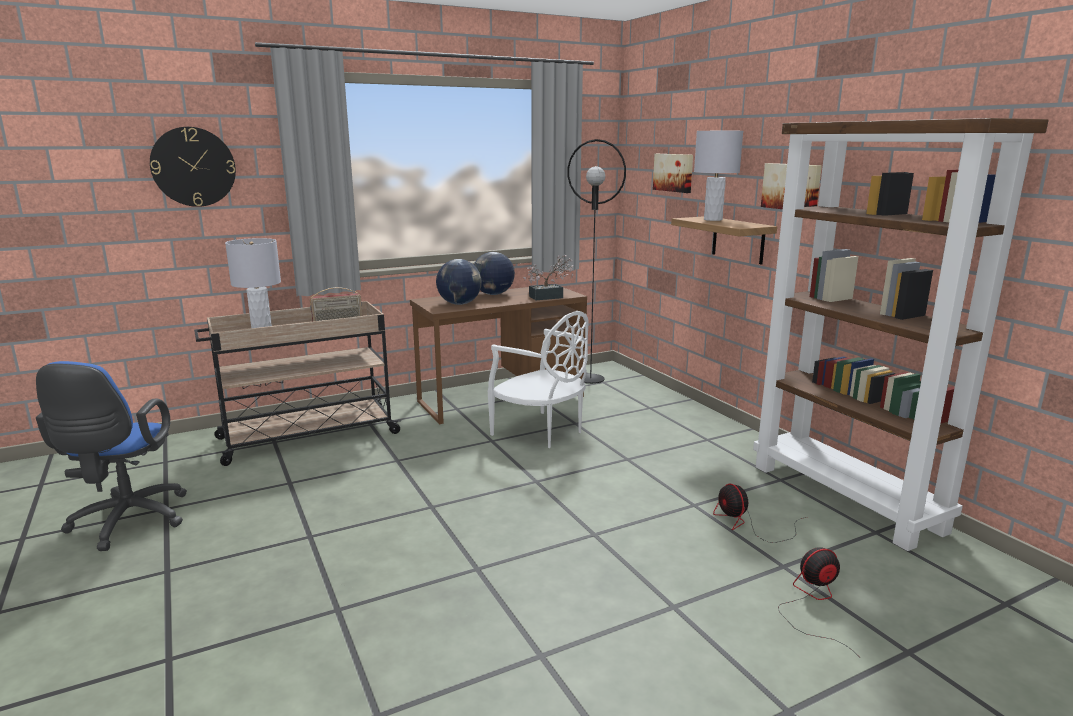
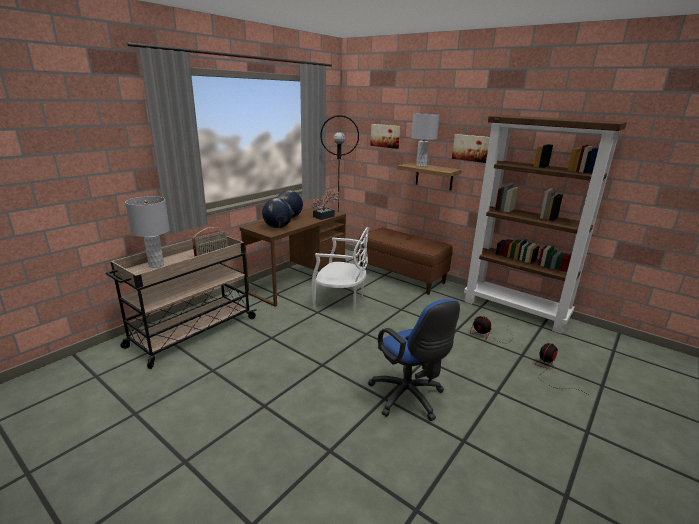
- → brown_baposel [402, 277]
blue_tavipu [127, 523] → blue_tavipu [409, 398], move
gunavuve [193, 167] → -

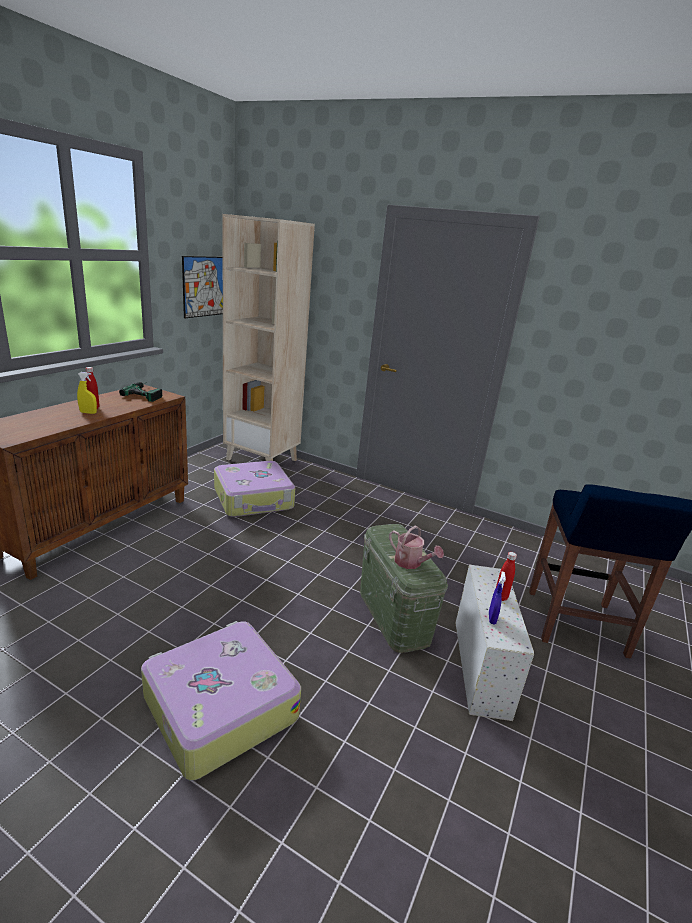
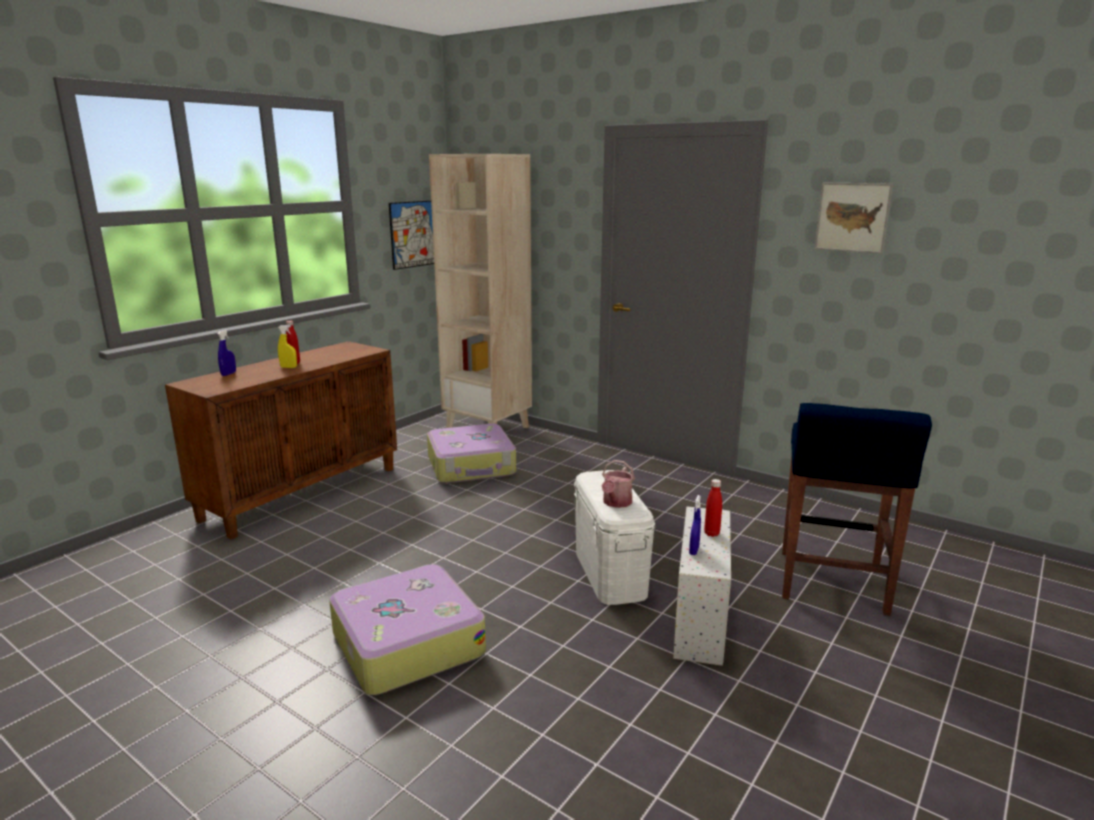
- → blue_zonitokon [228, 374]
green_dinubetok [394, 616] → white_dinubetok [610, 573]
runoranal [411, 563] → runoranal [616, 503], 60 degrees clockwise
- → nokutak [852, 217]
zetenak [147, 393] → -

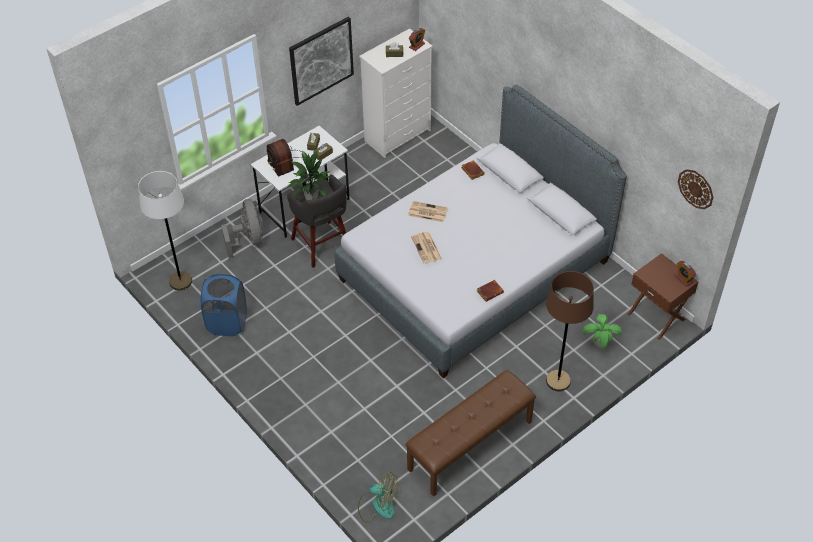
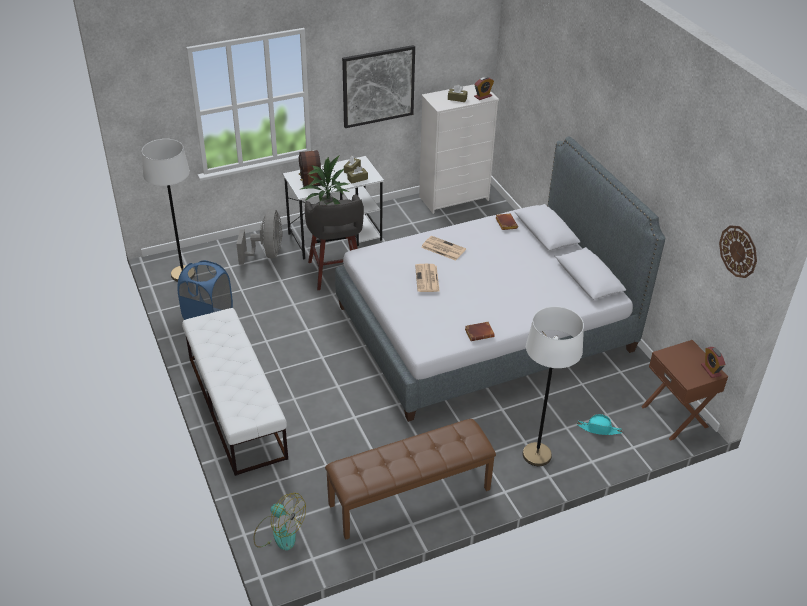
- → white_baposel [236, 406]
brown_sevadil [558, 381] → white_sevadil [537, 455]
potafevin [600, 344] → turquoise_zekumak [599, 429]

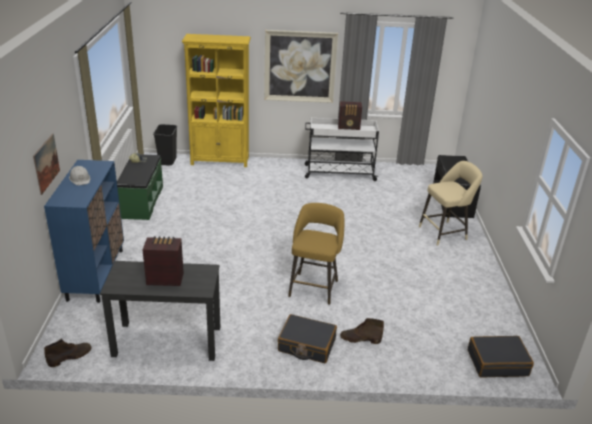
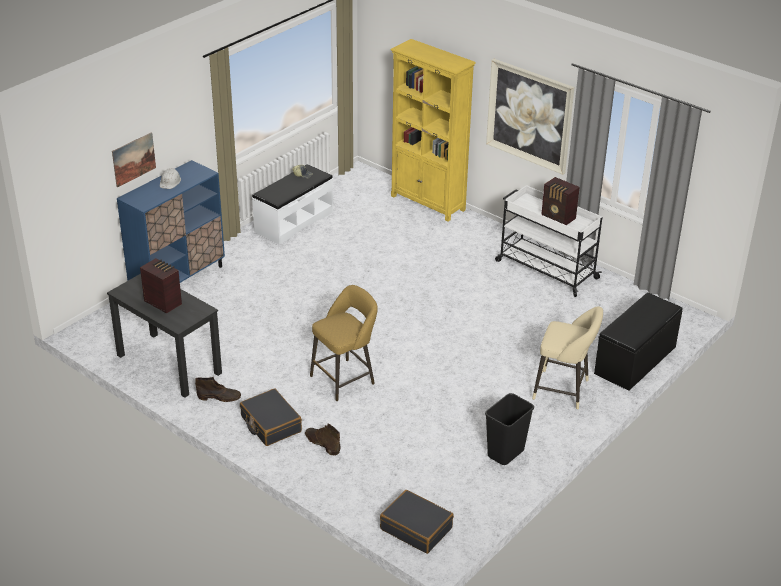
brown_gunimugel [70, 356] → brown_gunimugel [219, 397], move
green_baposel [141, 202] → white_baposel [293, 221]
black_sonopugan [168, 161] → black_sonopugan [506, 454], move

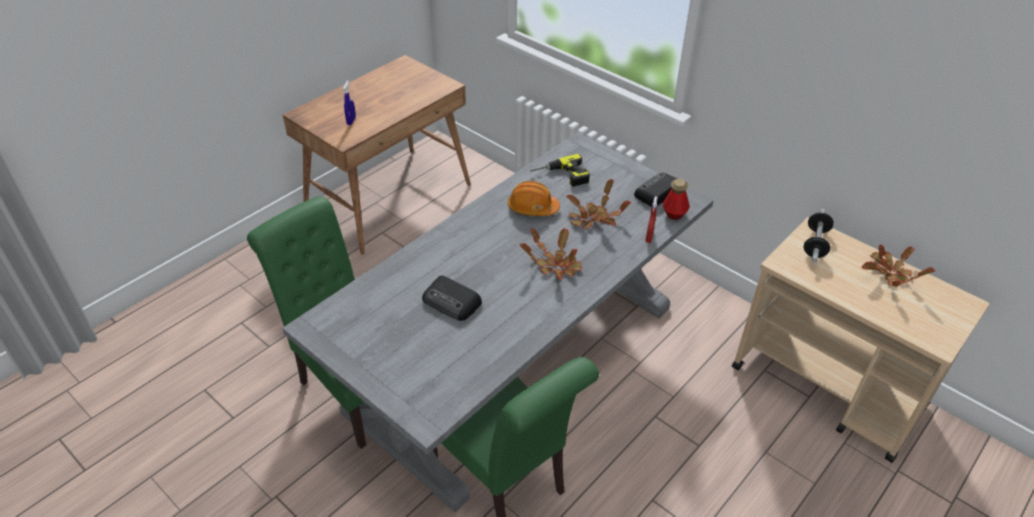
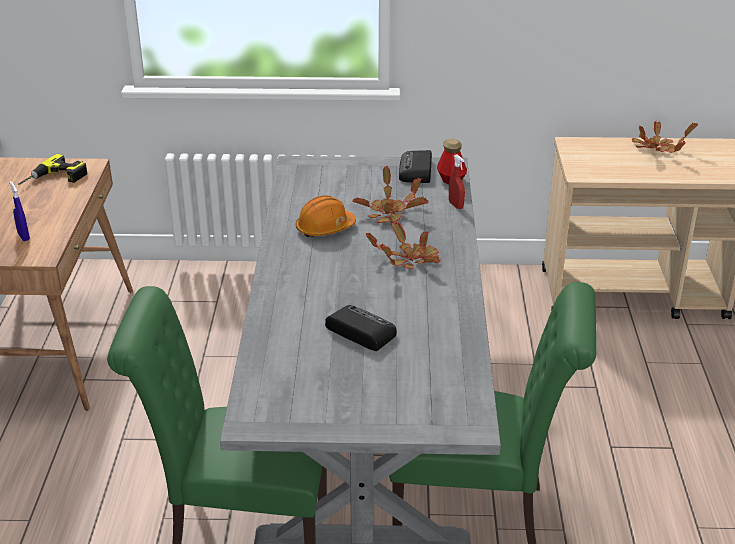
zetenak [561, 176] → zetenak [54, 179], move
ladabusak [452, 302] → ladabusak [360, 331], 135 degrees counterclockwise
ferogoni [815, 244] → -

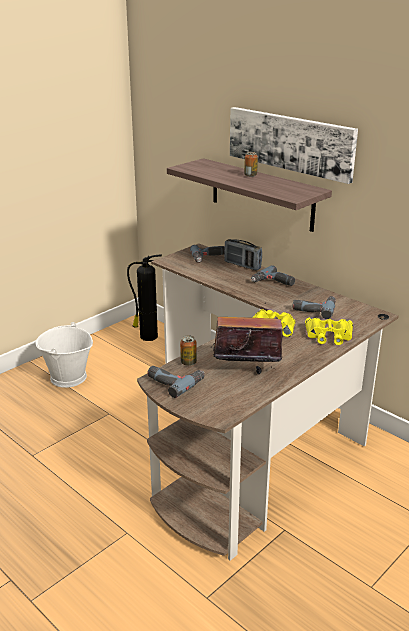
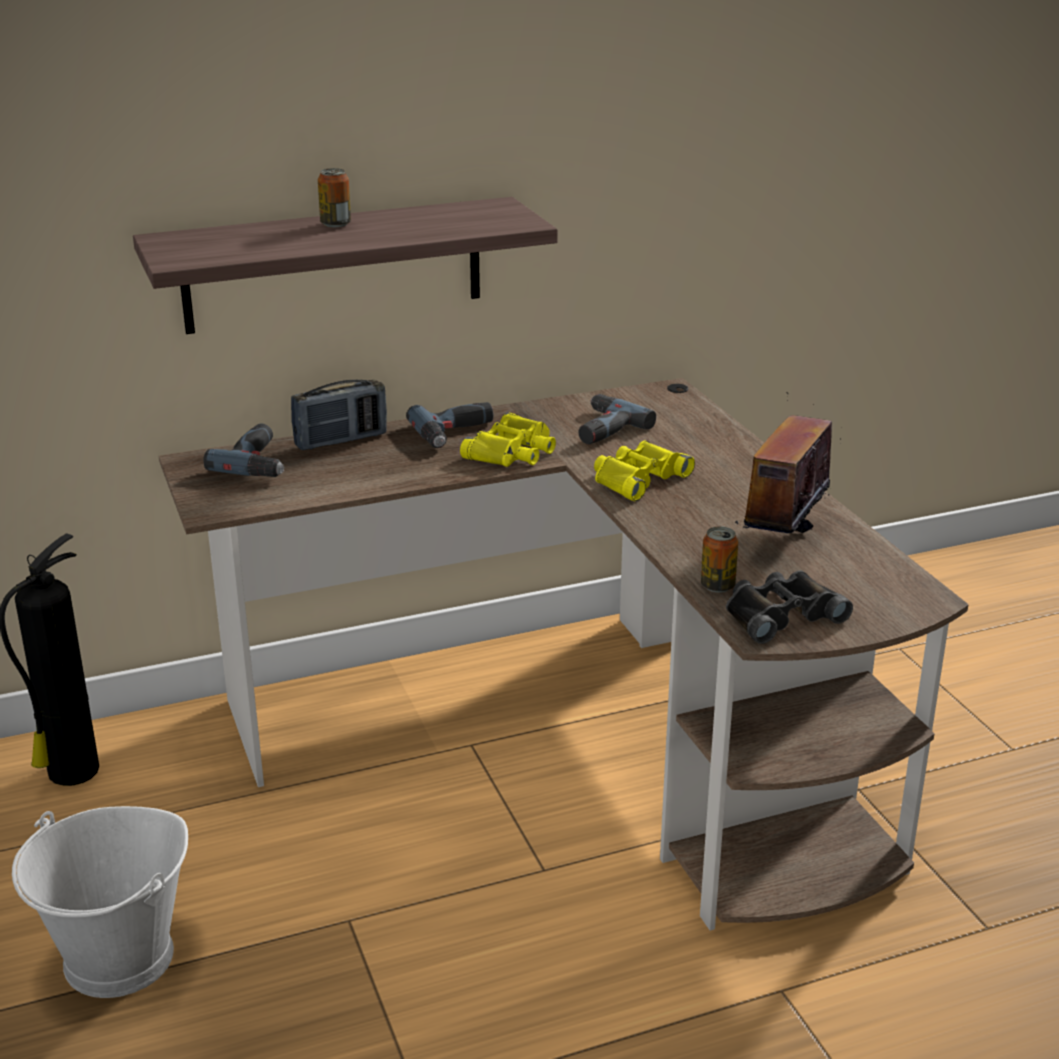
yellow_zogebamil [329, 335] → yellow_zogebamil [513, 451], move
zetenak [175, 381] → black_zogebamil [780, 614]
nokutak [290, 142] → -

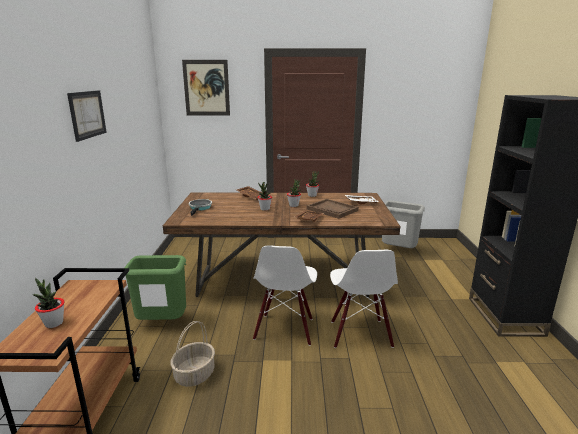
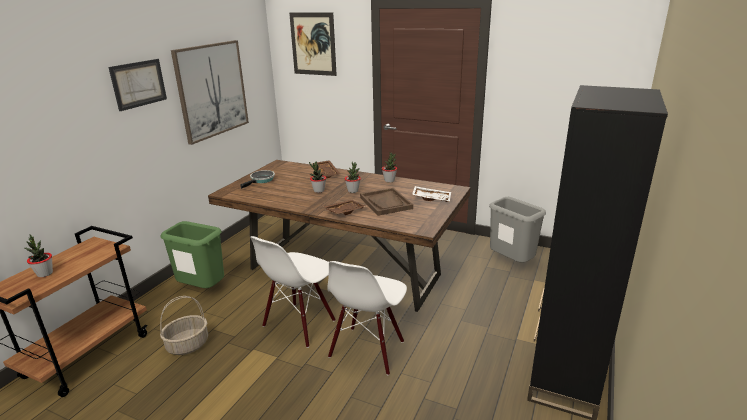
- → nokutak [212, 90]

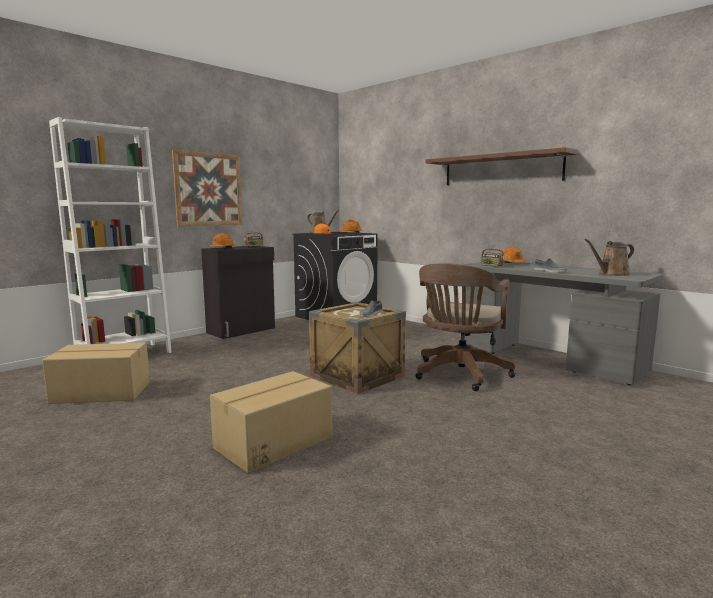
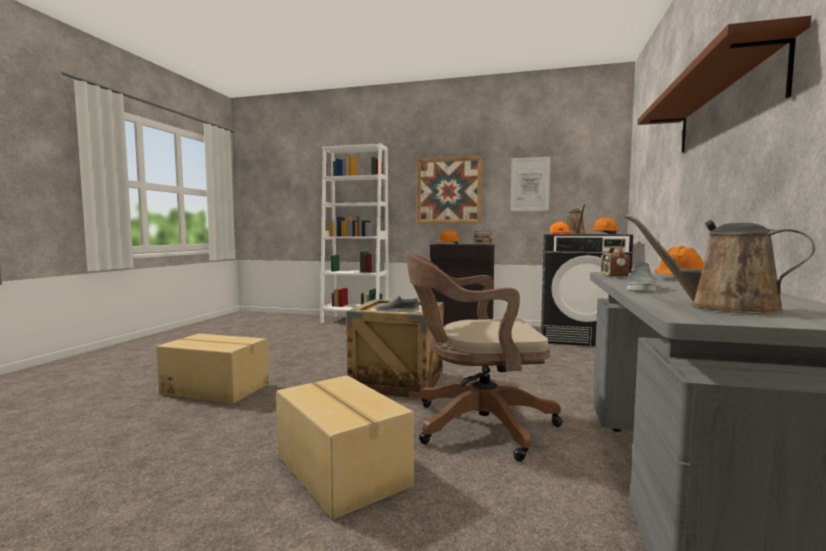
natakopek [101, 393] → natakopek [340, 471], move
- → nokutak [530, 184]

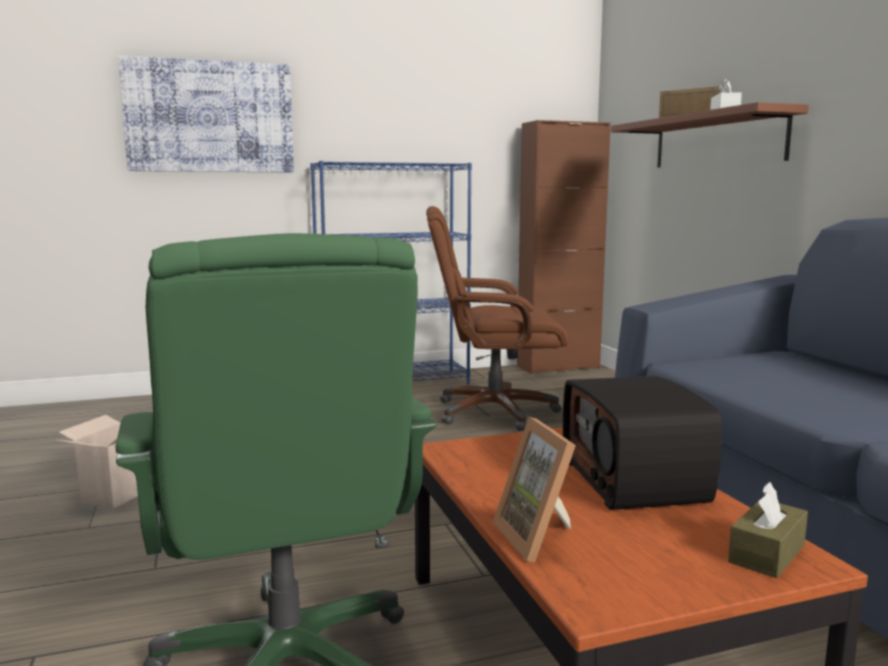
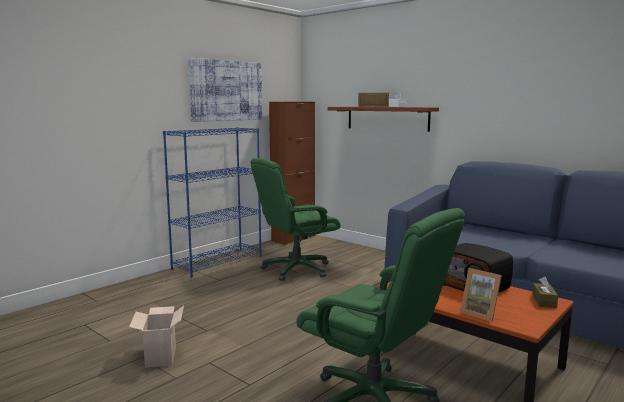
nokutak [210, 117] → nokutak [225, 90], move
brown_tavipu [493, 412] → green_tavipu [296, 269]

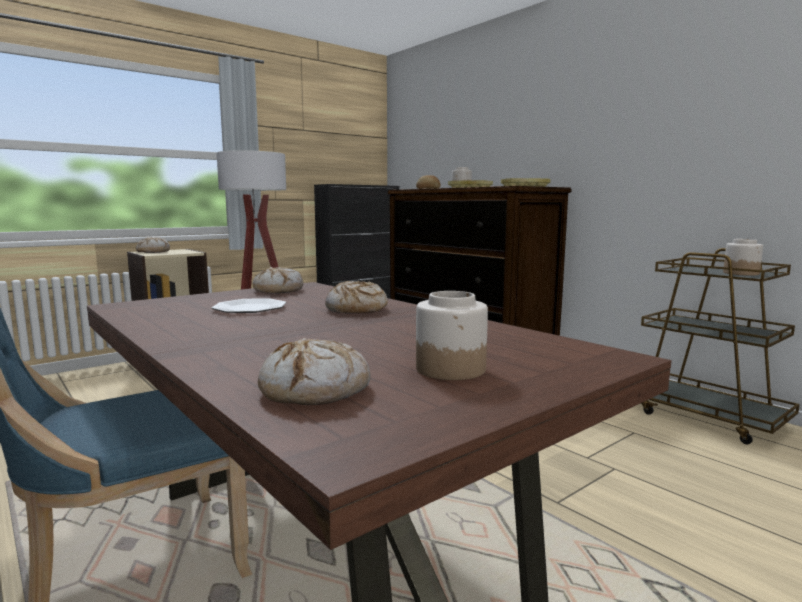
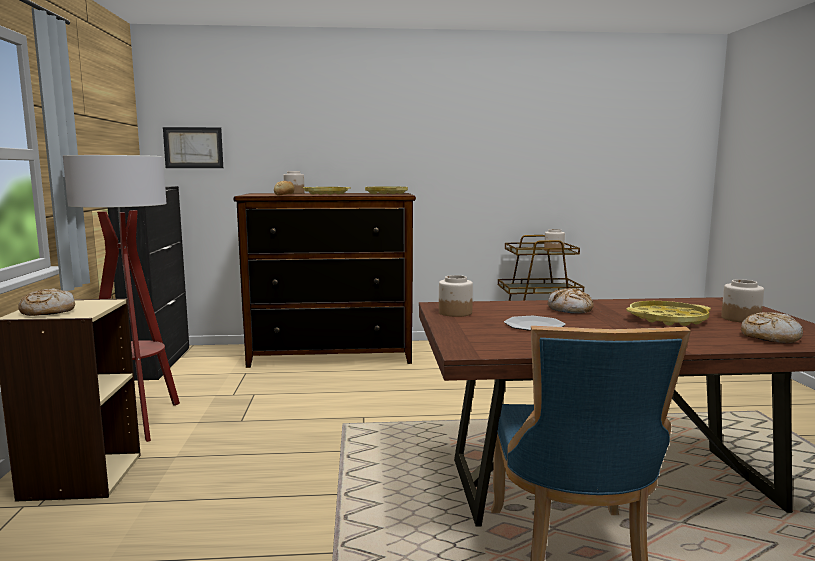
- → nokutak [193, 147]
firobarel [278, 290] → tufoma [454, 313]
- → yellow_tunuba [667, 319]

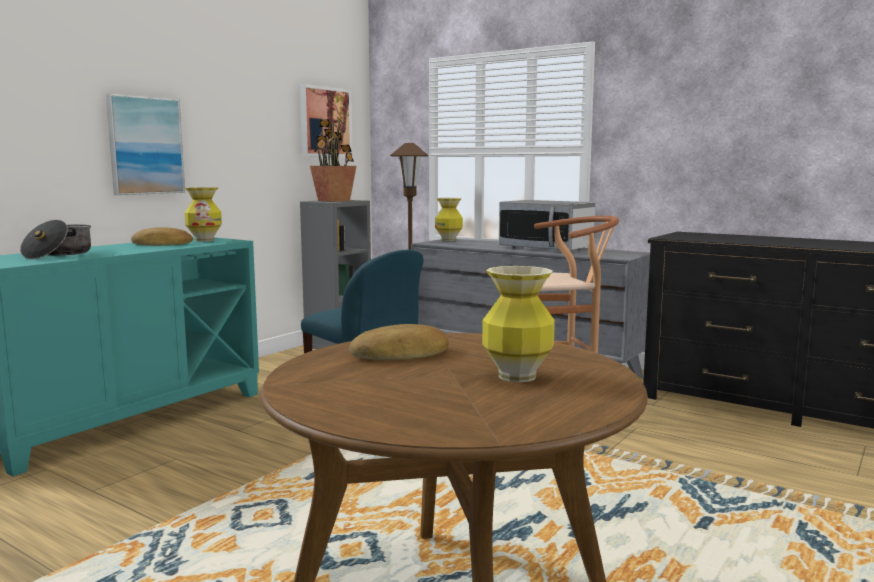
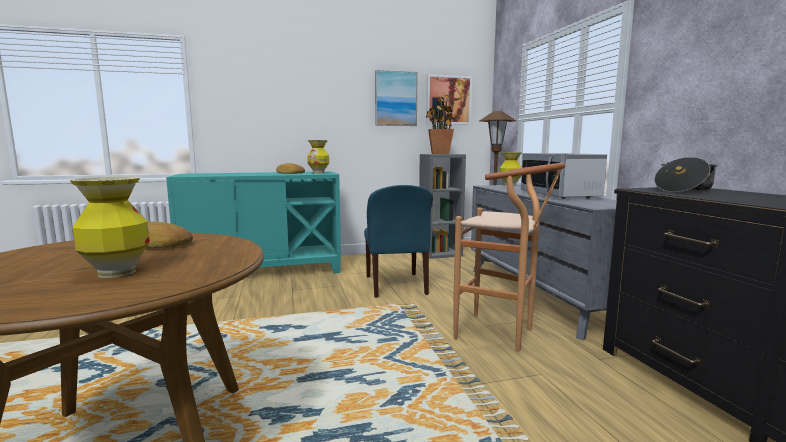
nokutak [145, 146] → nokutak [395, 98], move
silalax [58, 254] → silalax [683, 189], move

